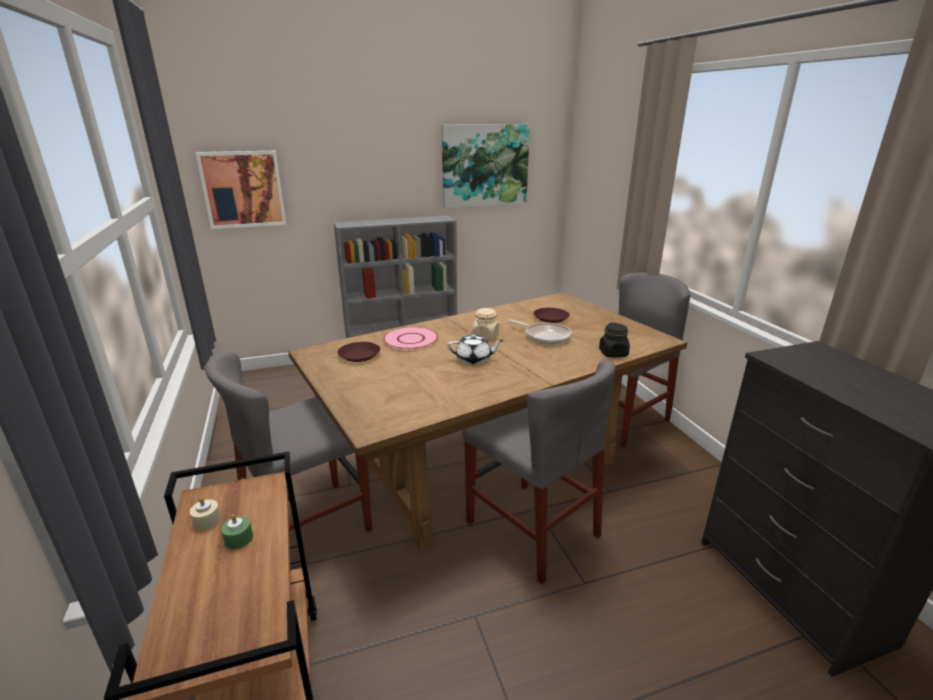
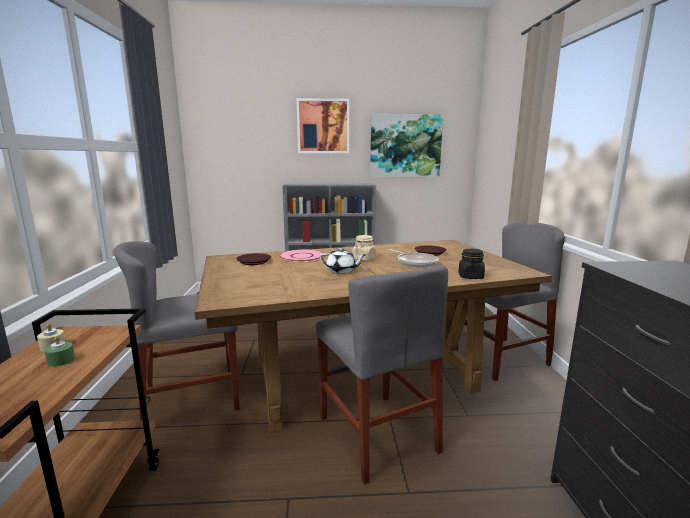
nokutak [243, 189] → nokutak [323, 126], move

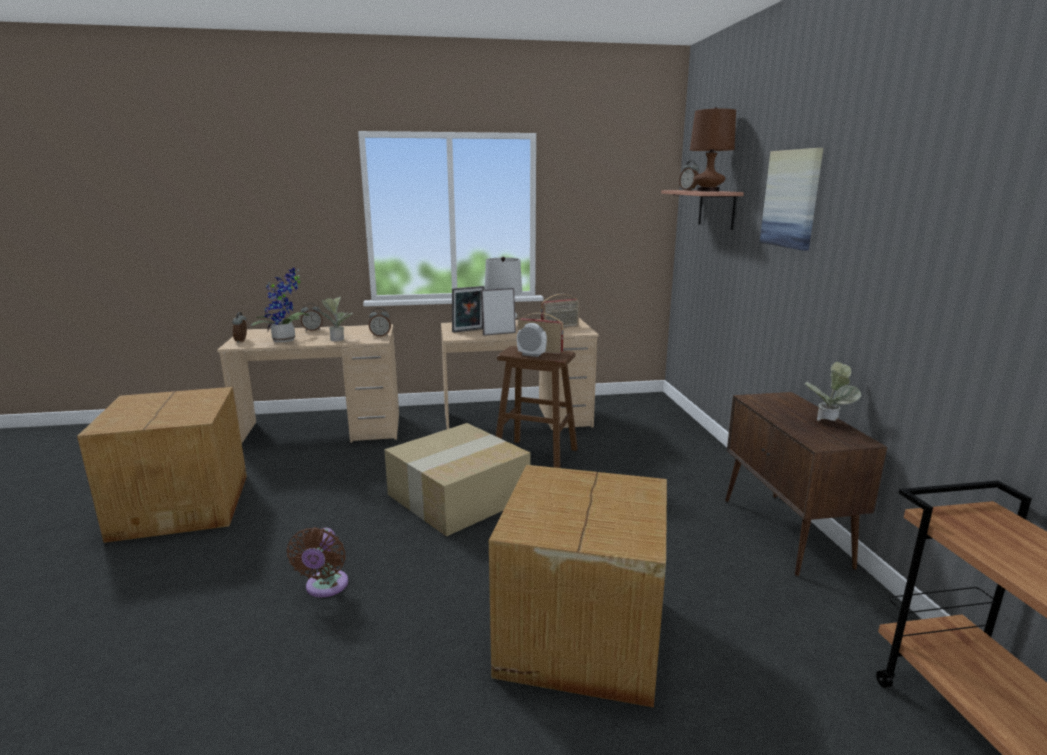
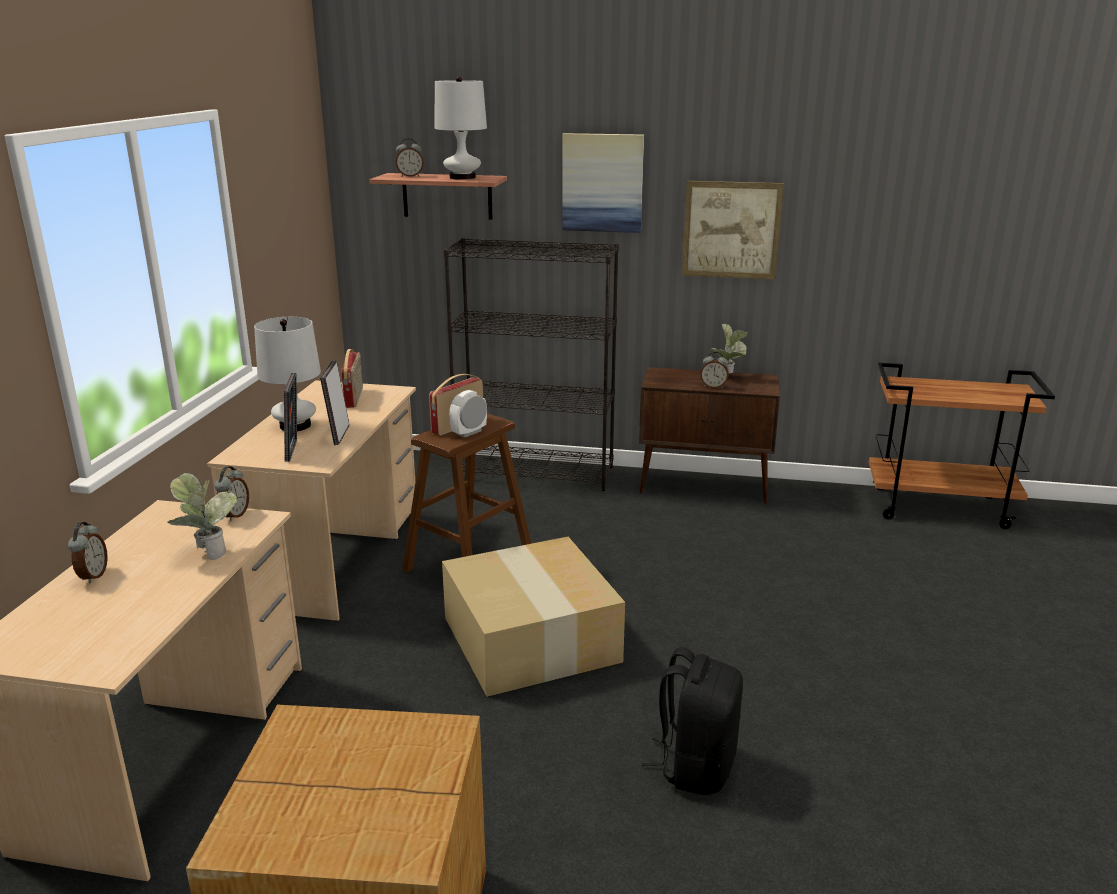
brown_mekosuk [708, 191] → white_mekosuk [462, 177]
- → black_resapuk [536, 472]
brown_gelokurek [325, 587] → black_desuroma [695, 766]
- → nokutak [731, 230]
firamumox [242, 341] → firamumox [713, 387], move
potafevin [286, 340] → -
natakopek [578, 636] → -

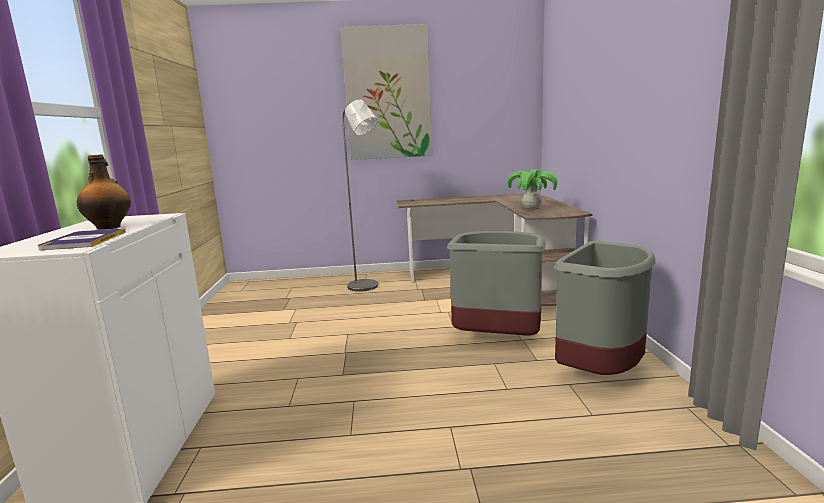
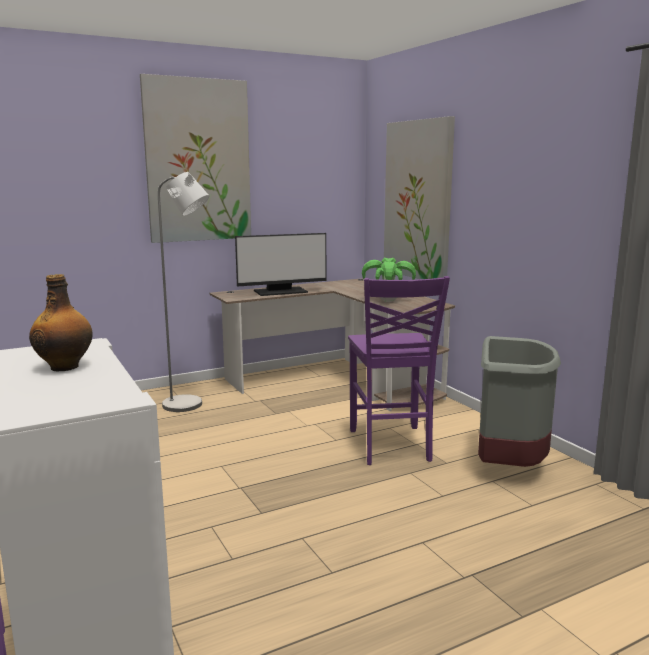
- → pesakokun [281, 292]
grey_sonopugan [496, 338] → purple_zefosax [390, 446]
- → nokutak [417, 200]
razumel [84, 240] → -

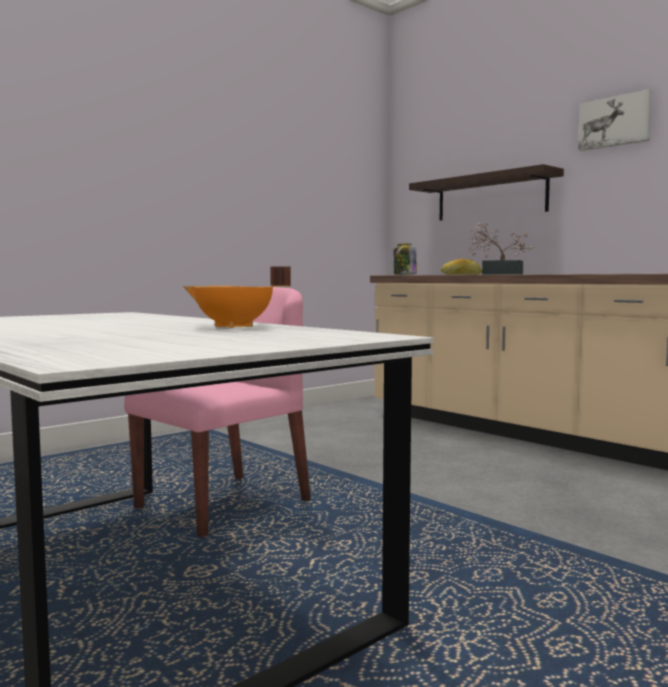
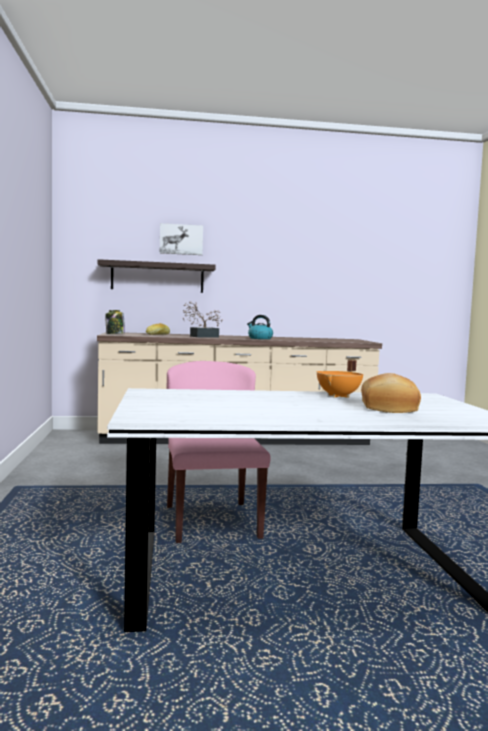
nokutak [615, 122] → nokutak [181, 239], move
- → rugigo [259, 338]
- → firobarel [387, 408]

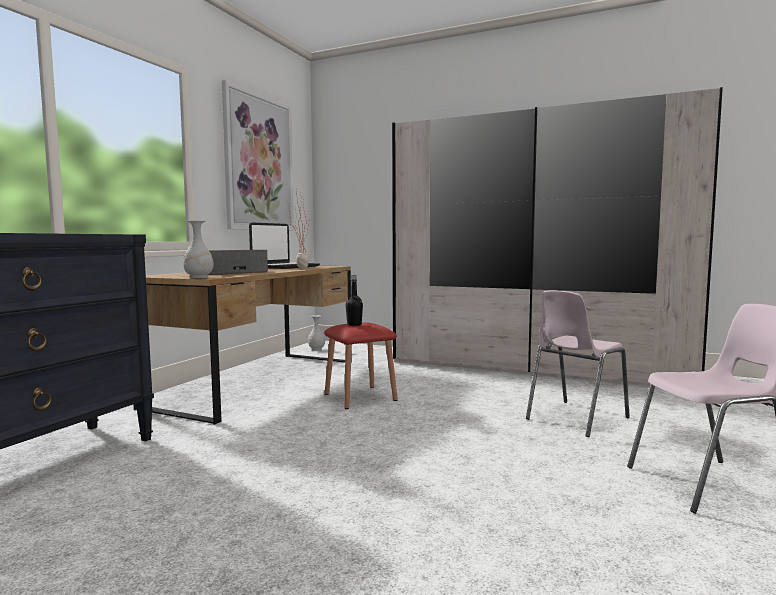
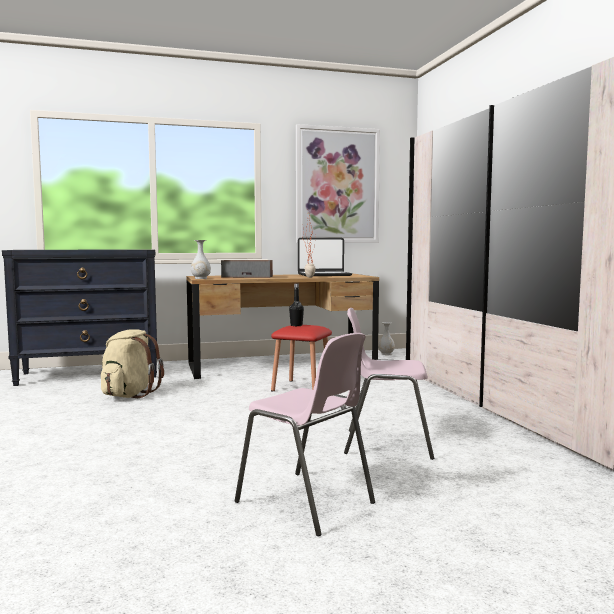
- → beige_desuroma [129, 394]

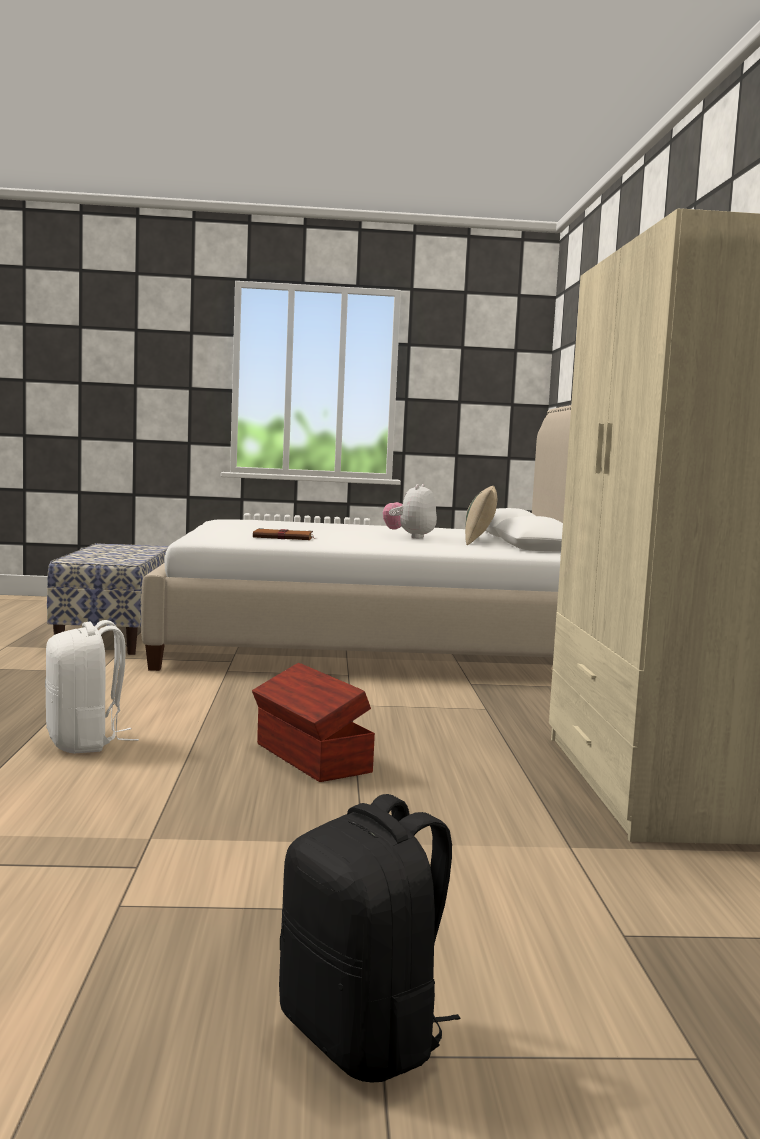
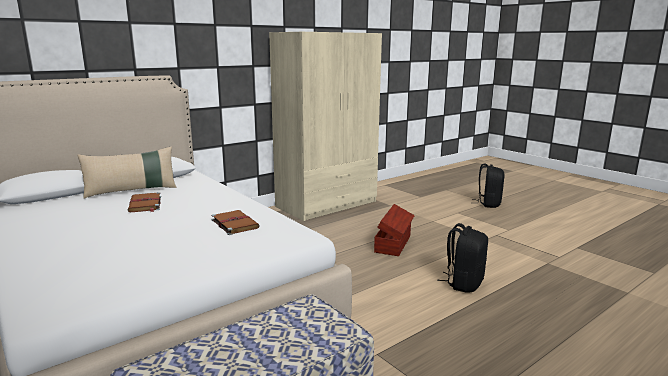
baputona [410, 537] → brown_razumel [145, 204]
white_desuroma [85, 743] → black_desuroma [463, 283]

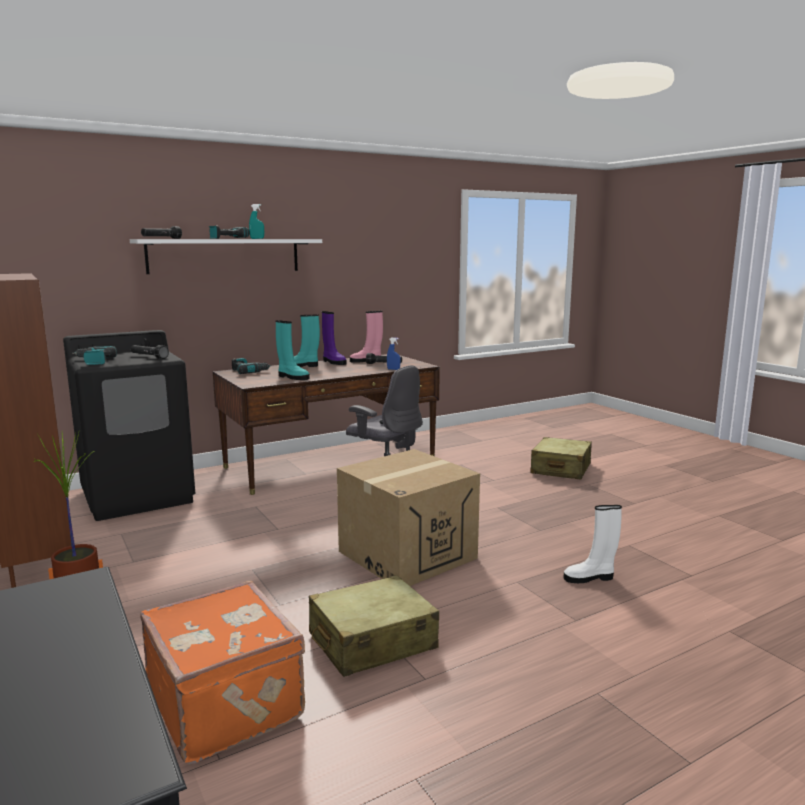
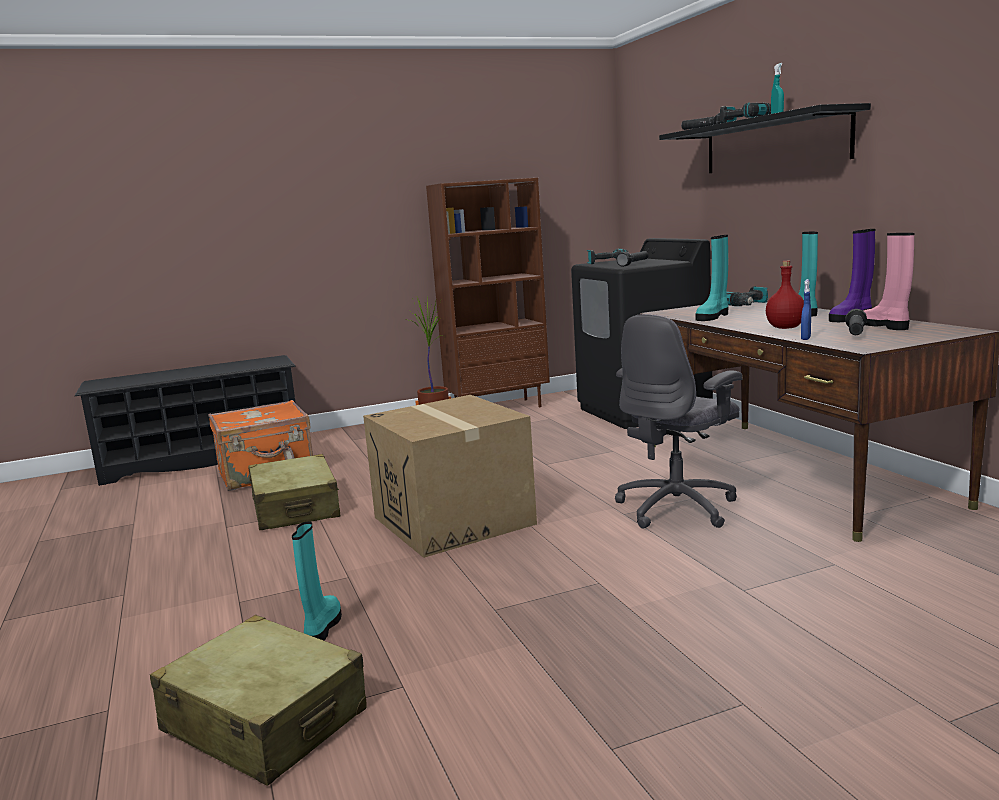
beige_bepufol [560, 469] → beige_bepufol [265, 721], move
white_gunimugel [590, 578] → turquoise_gunimugel [322, 627]
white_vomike [225, 255] → black_vomike [773, 143]
- → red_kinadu [785, 328]

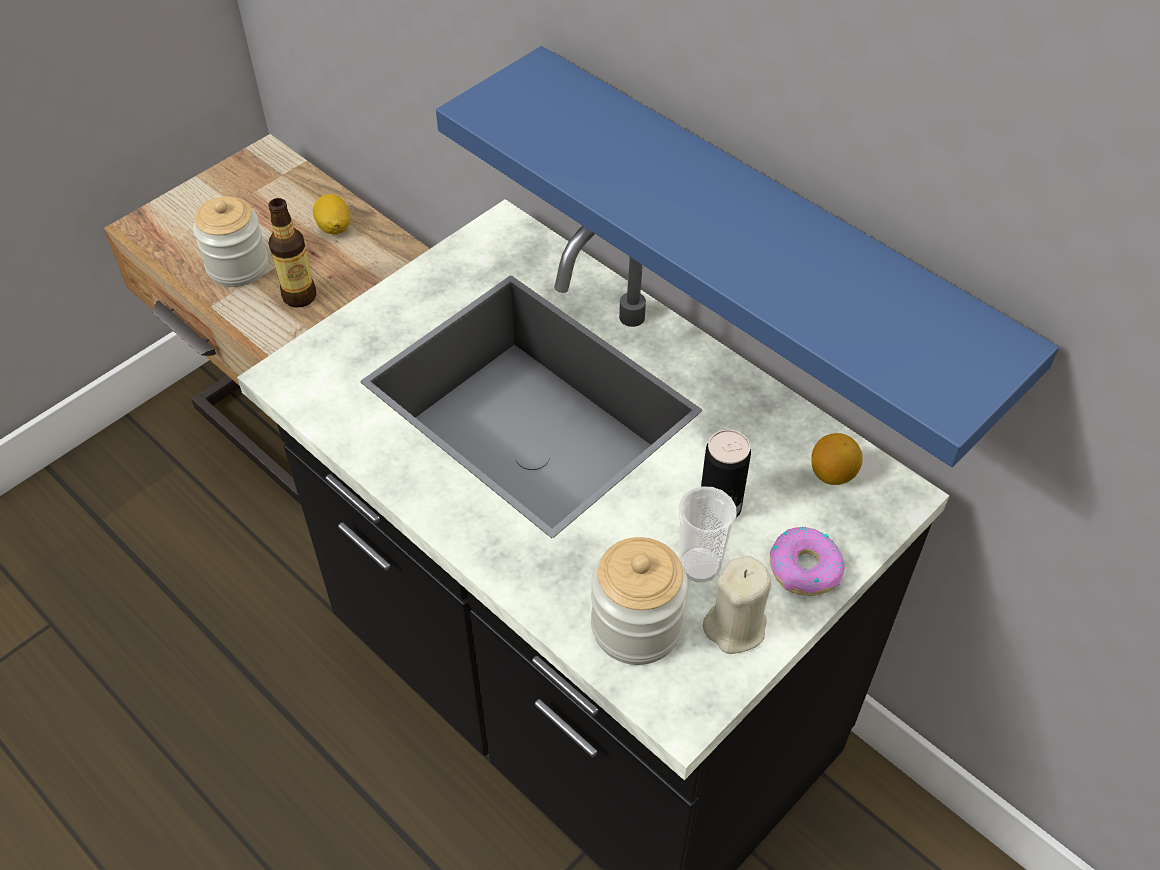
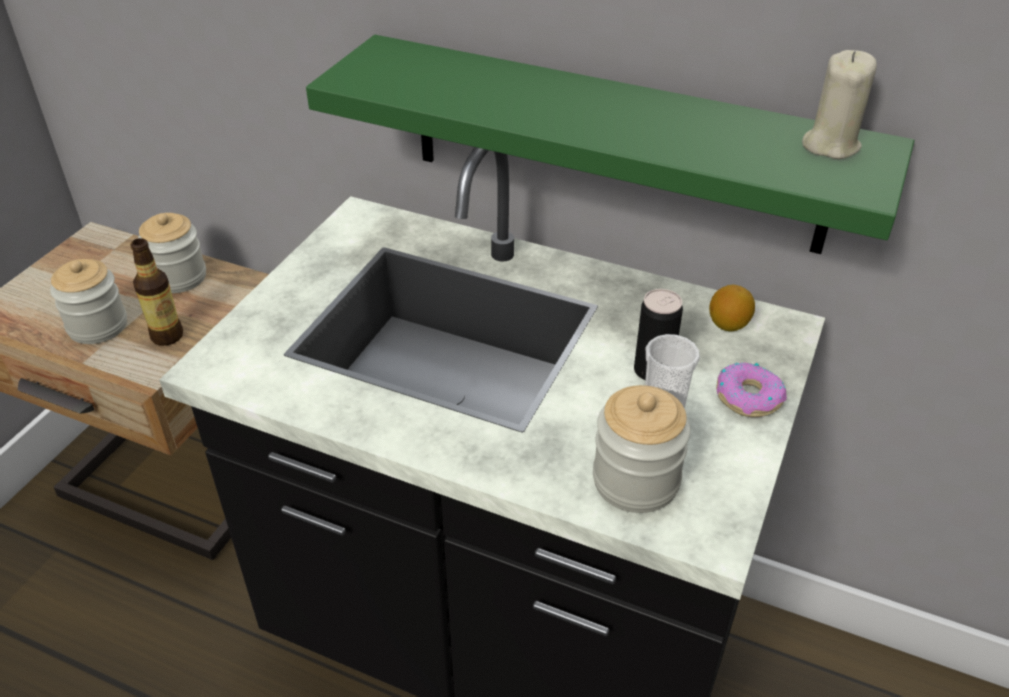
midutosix [334, 227] → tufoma [179, 277]
blue_vomike [762, 239] → green_vomike [615, 144]
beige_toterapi [735, 626] → beige_toterapi [830, 145], move

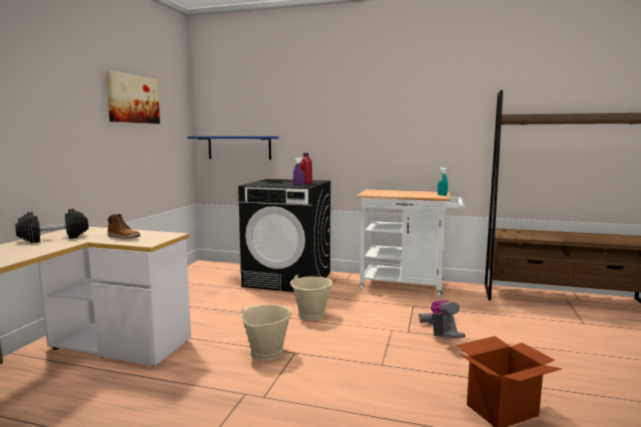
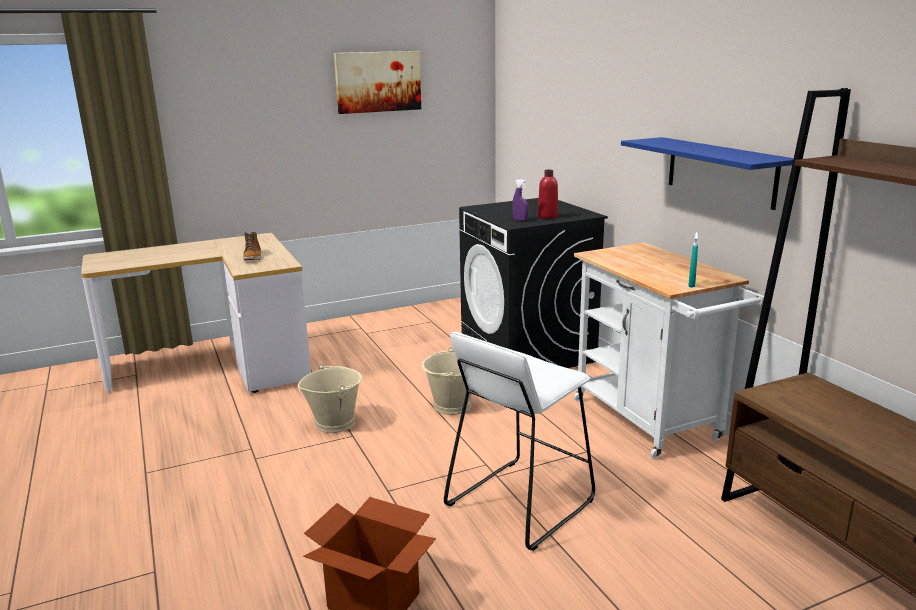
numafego [441, 336] → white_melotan [519, 502]
blue_vomike [239, 147] → blue_vomike [720, 171], move
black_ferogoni [54, 238] → -

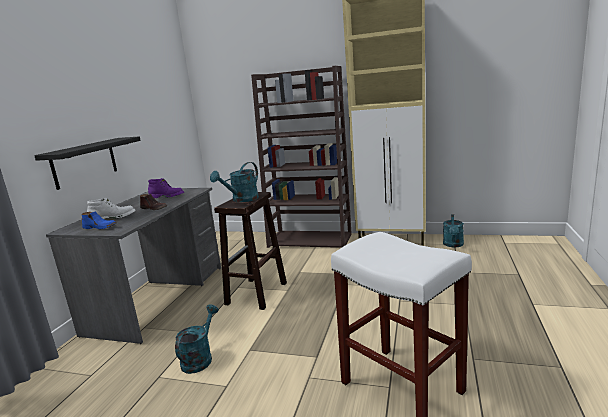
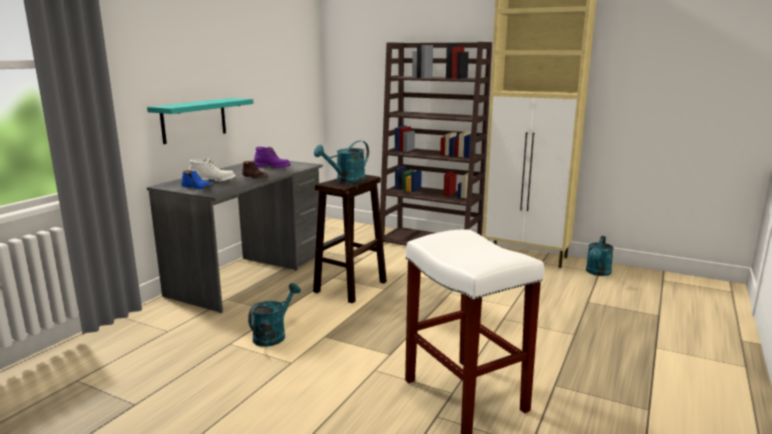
black_vomike [84, 162] → turquoise_vomike [194, 120]

